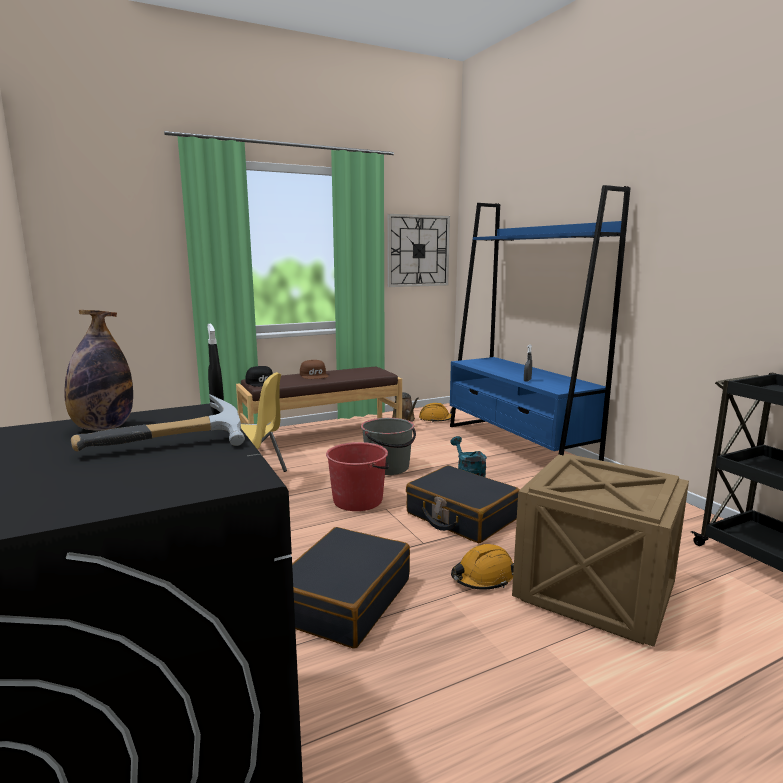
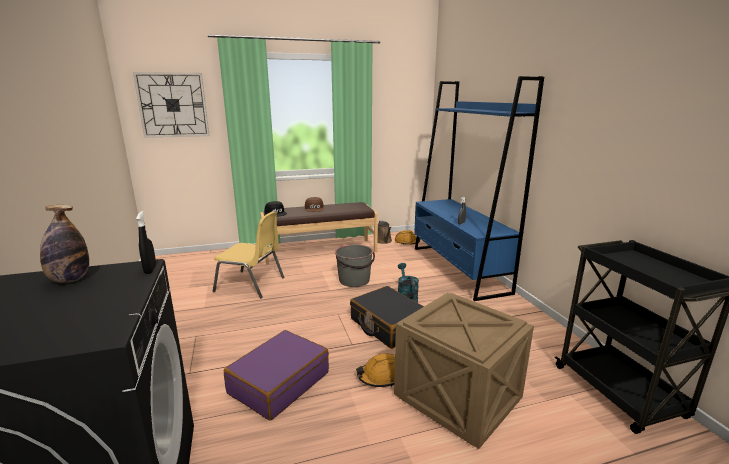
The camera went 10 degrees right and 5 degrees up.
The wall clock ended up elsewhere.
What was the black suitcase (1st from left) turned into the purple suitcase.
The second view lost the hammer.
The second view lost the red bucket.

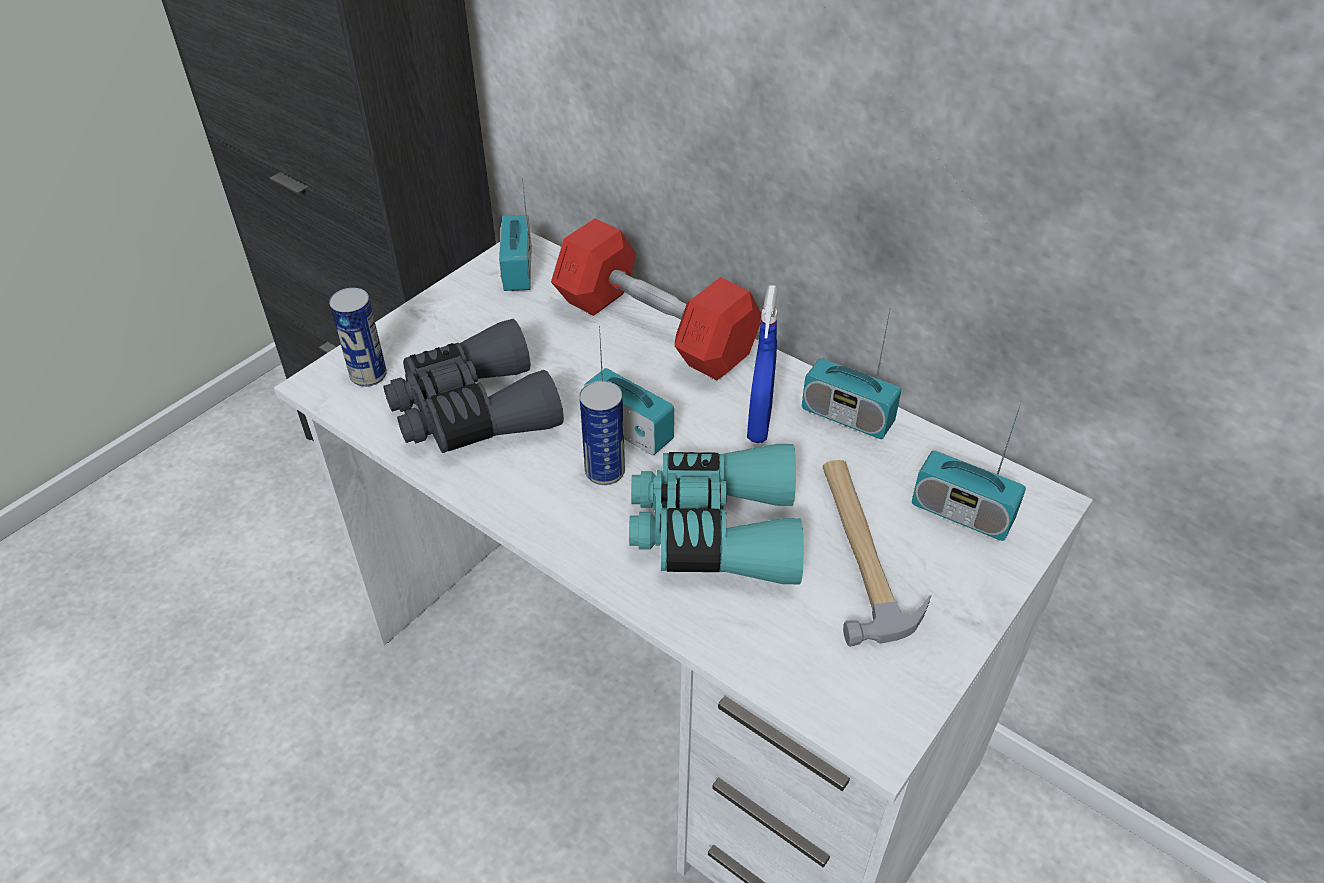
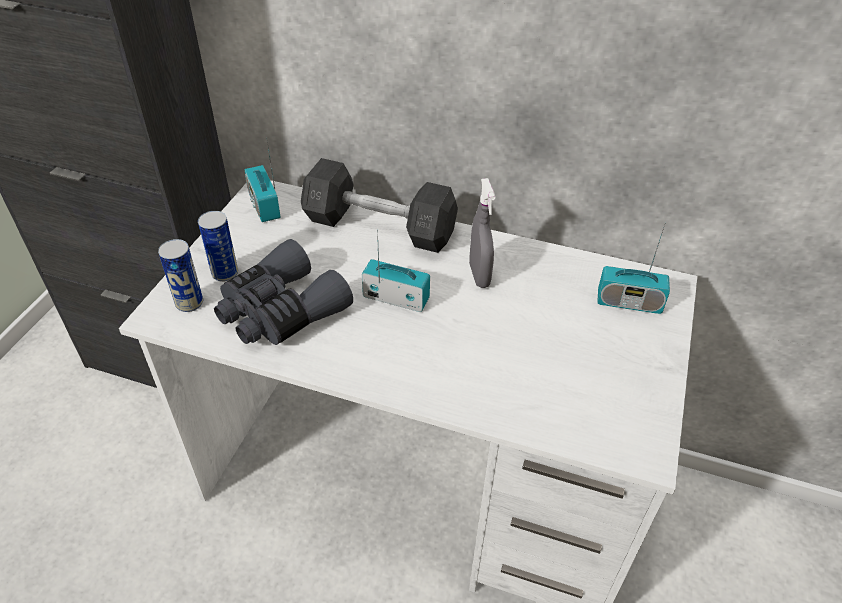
The camera went 20 degrees left and 0 degrees up.
The can (2nd from left) ended up elsewhere.
What was the red dumbbell turned into the grey dumbbell.
What was the blue spray bottle turned into the grey spray bottle.
The second view lost the turquoise binoculars.
The second view lost the radio (3rd from left).
The second view lost the hammer.

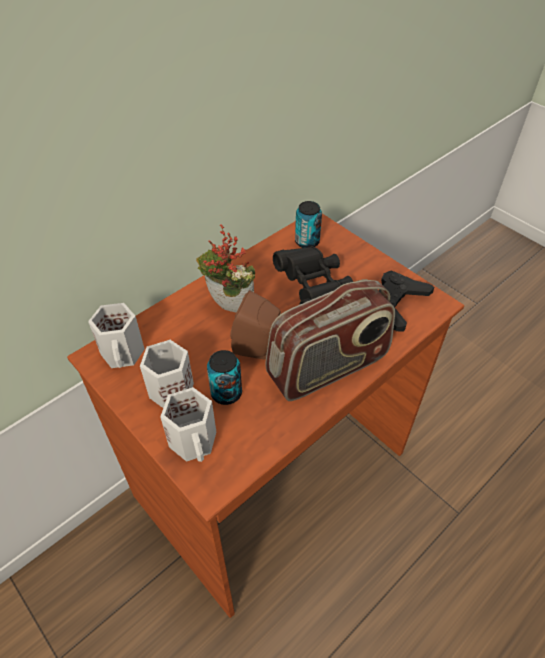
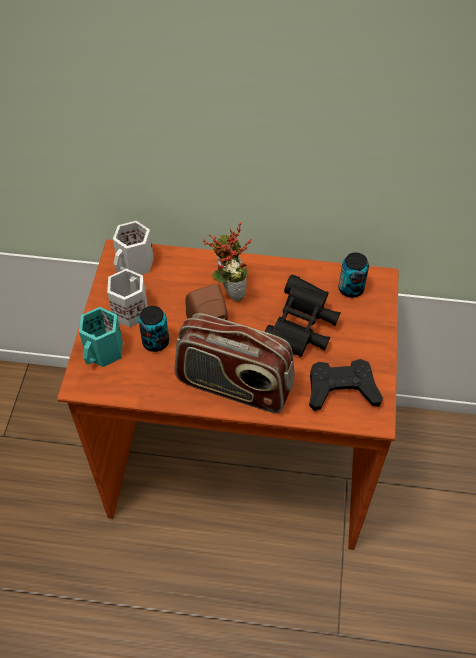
The camera went 50 degrees right and 5 degrees up.
What was the white mug (3rd from left) turned into the turquoise mug.

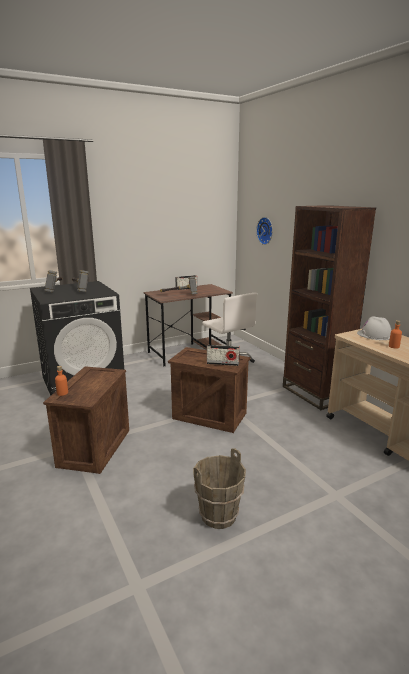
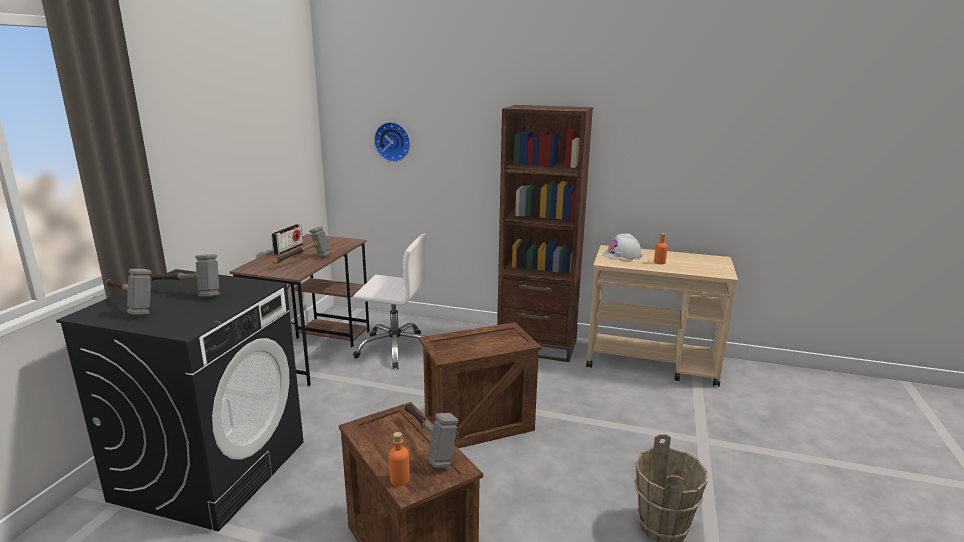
The camera went 45 degrees left and 0 degrees up.
The second view gained the hammer (4th from left).
The second view lost the radio (2nd from left).

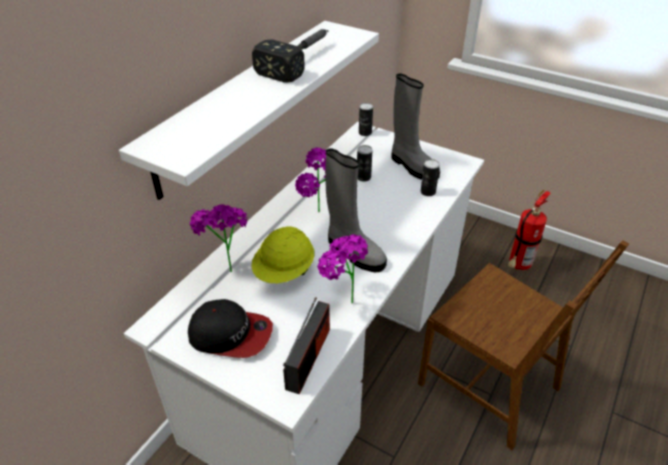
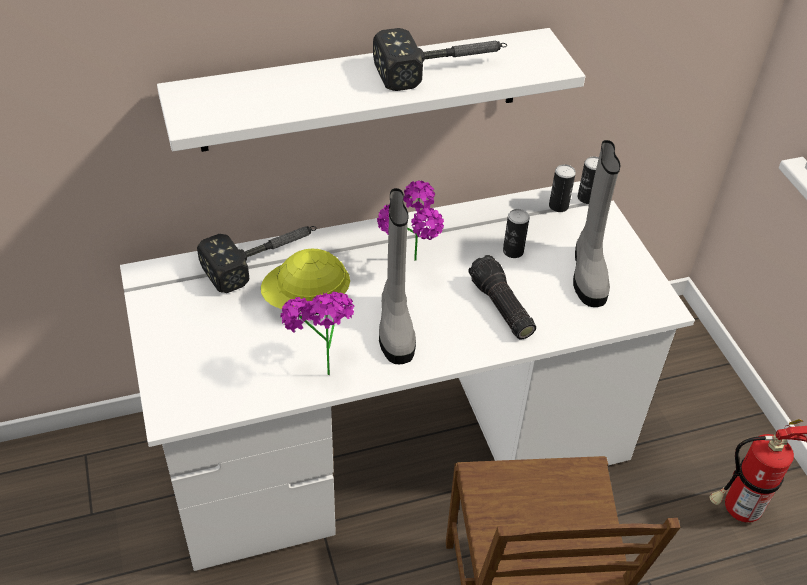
The camera went 40 degrees right and 5 degrees up.
Where the potted plant (1st from left) stood, the hammer (1st from left) came to stand.
The second view gained the flashlight.
The can (3rd from left in the first image) ended up elsewhere.
The second view lost the cap.
The second view lost the radio.

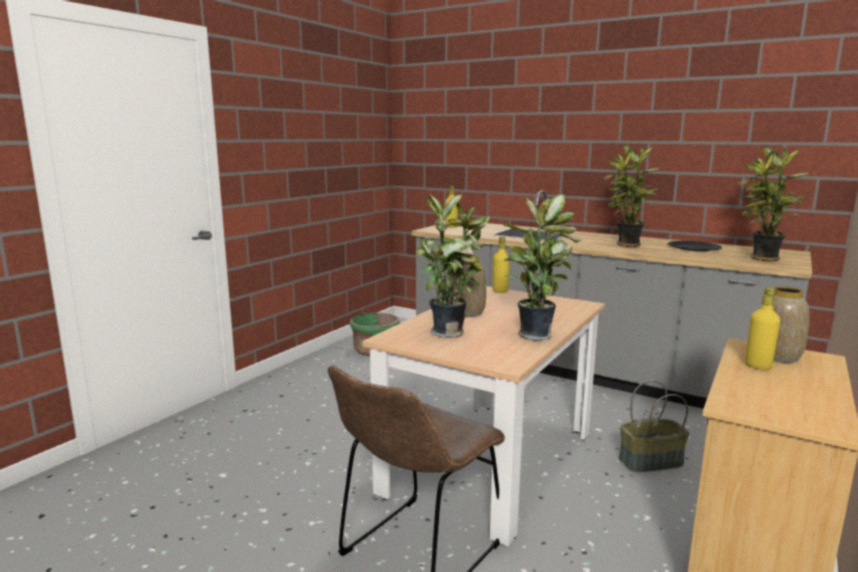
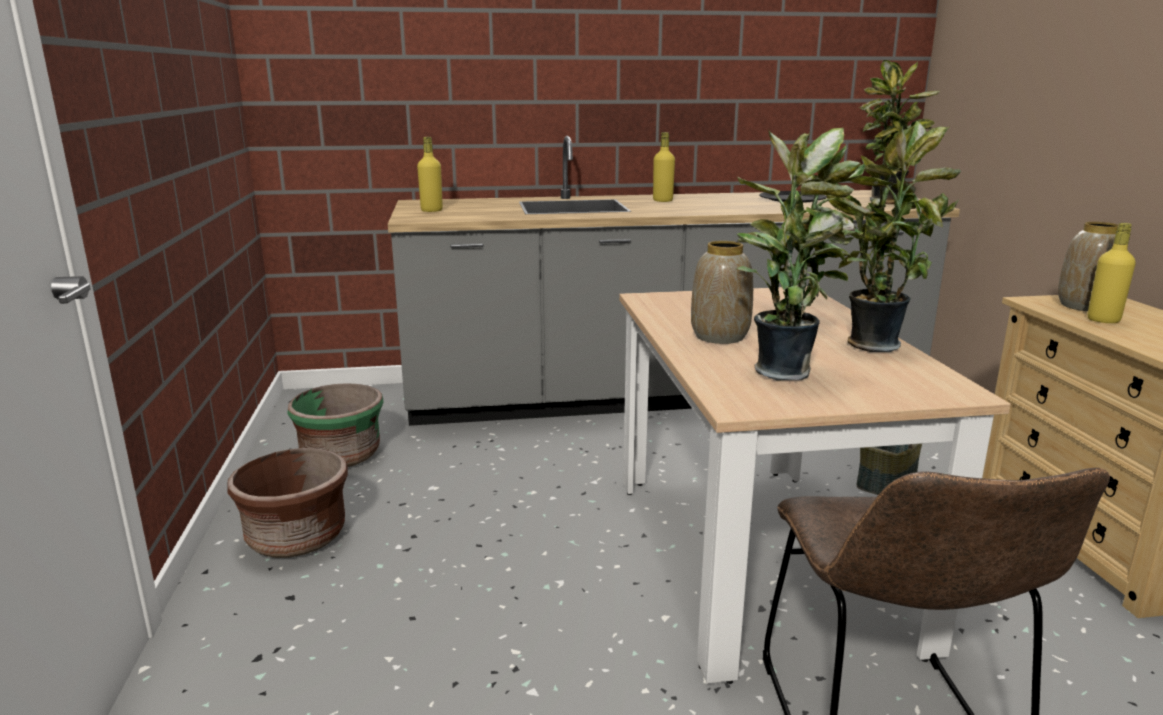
The camera went 40 degrees left and 5 degrees up.
The second view gained the brown planter.
The yellow bottle (2nd from left) ended up elsewhere.
The second view lost the potted plant (3rd from left).

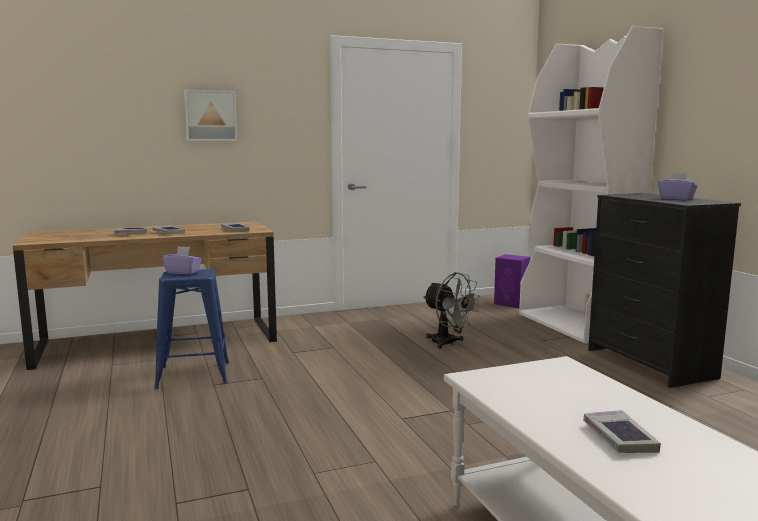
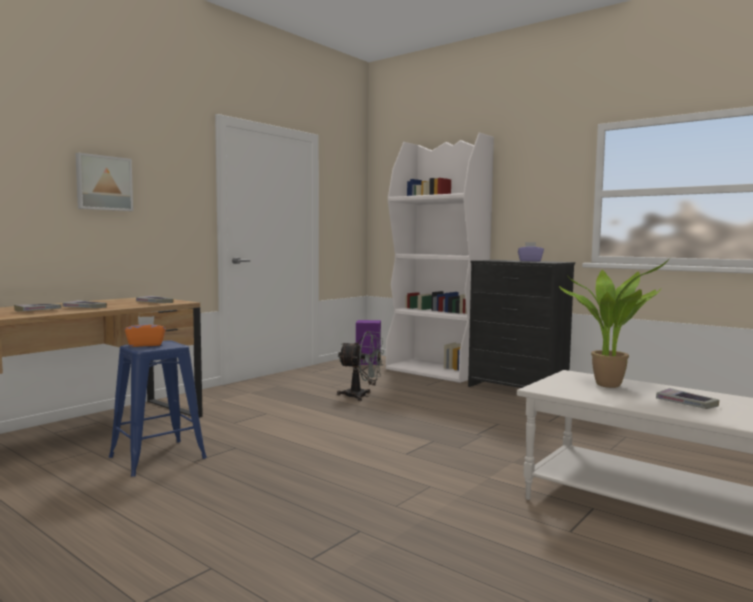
The camera went 30 degrees left and 5 degrees down.
What was the purple tissue box (1st from left) turned into the orange tissue box.
The second view gained the potted plant.

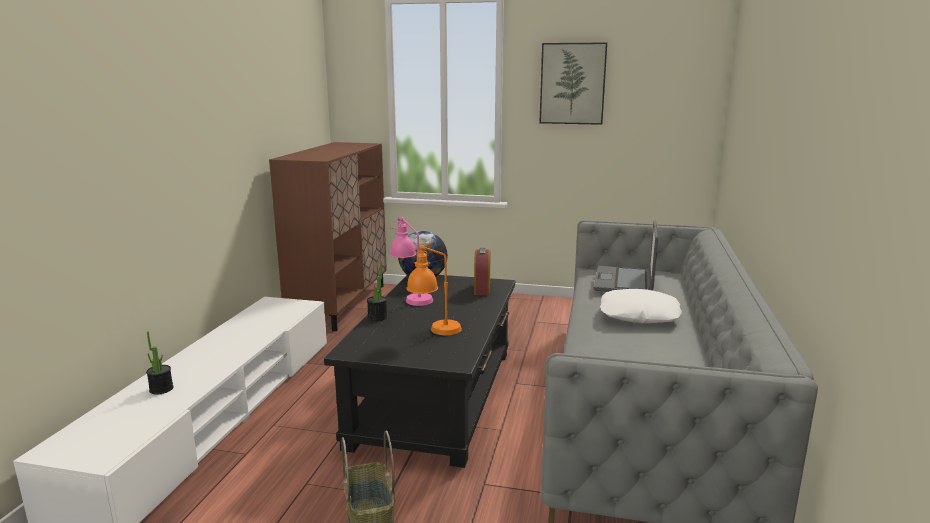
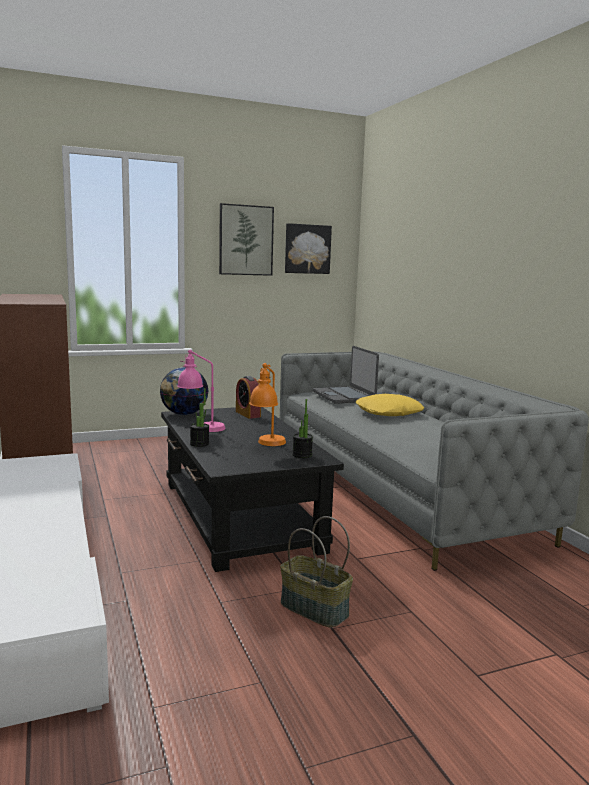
The camera went 35 degrees left and 5 degrees down.
The second view gained the picture (2nd from left).
The potted plant (1st from left in the first image) ended up elsewhere.
What was the white pillow turned into the yellow pillow.

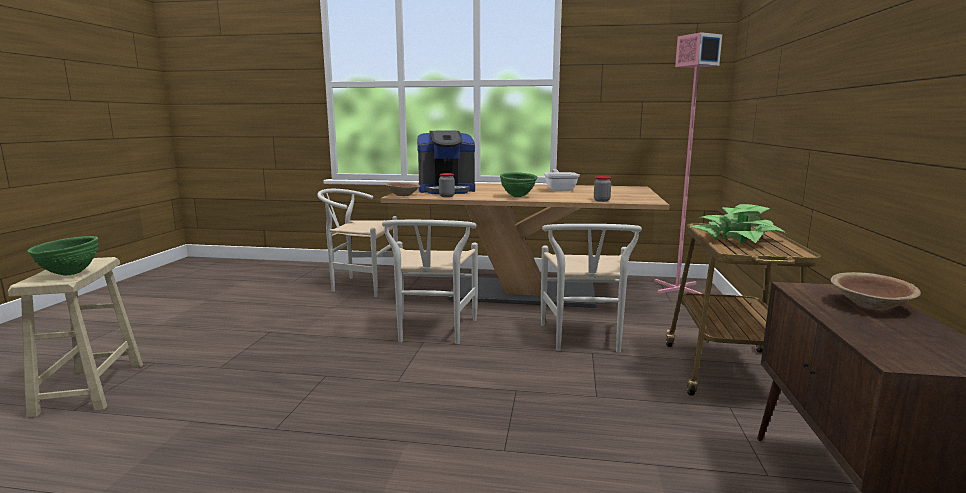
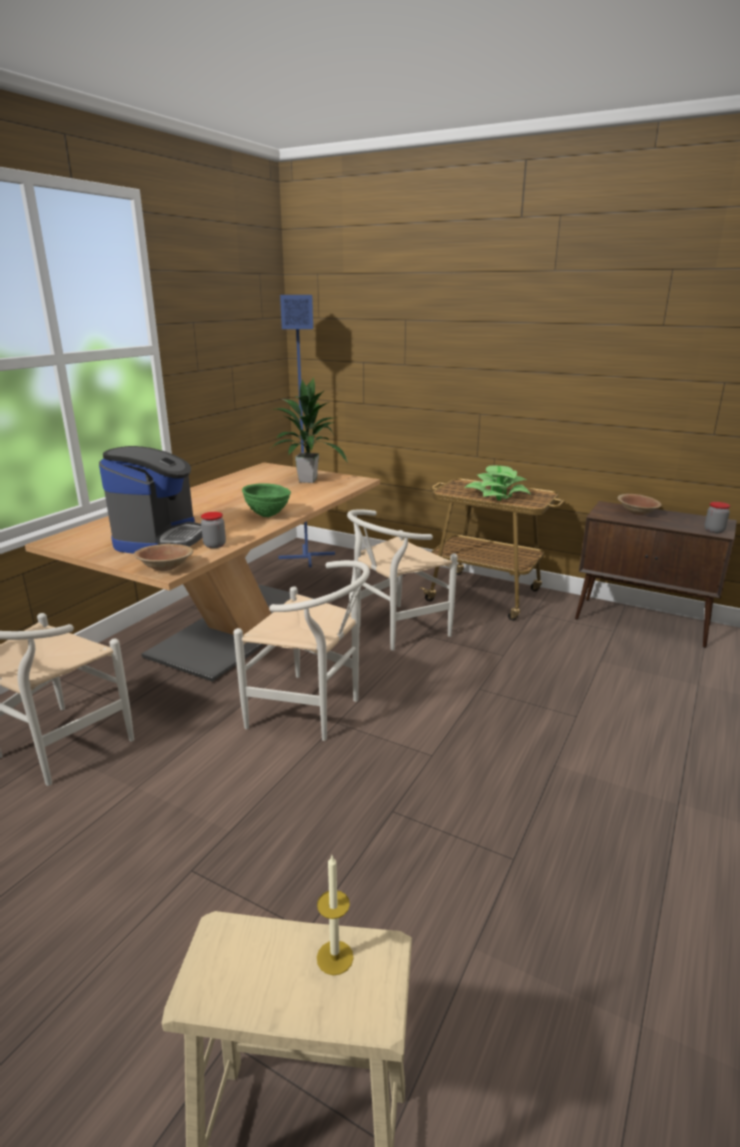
The camera went 70 degrees left and 10 degrees up.
The second view gained the potted plant (1st from left).
What was the pink floor lamp turned into the blue floor lamp.
Where the green bowl (1st from left) stood, the candle came to stand.
The white chair (3rd from left) ended up facing another way, 120 degrees clockwise from before.
The jar (2nd from left) ended up elsewhere.
The second view lost the frying pan.

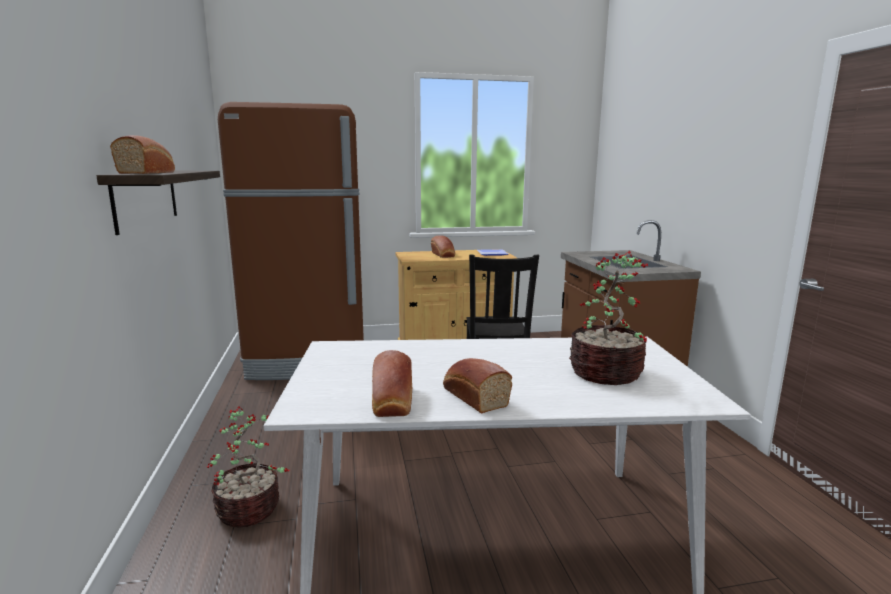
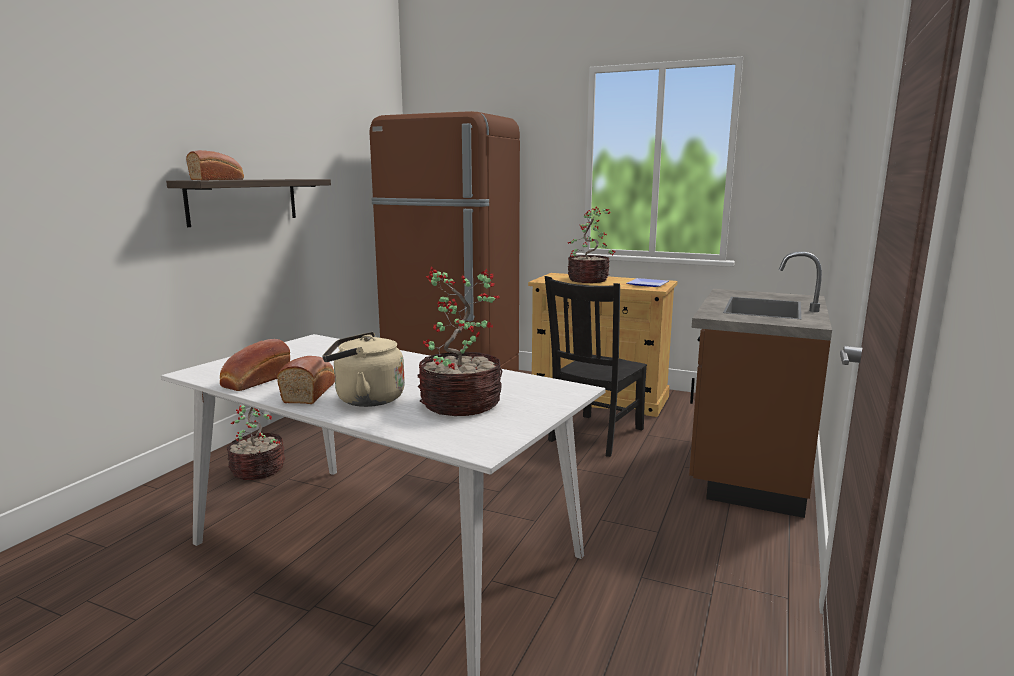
The camera went 35 degrees right and 0 degrees up.
The second view gained the beige kettle.
Where the bread (3rd from left) stood, the potted plant (3rd from left) came to stand.

